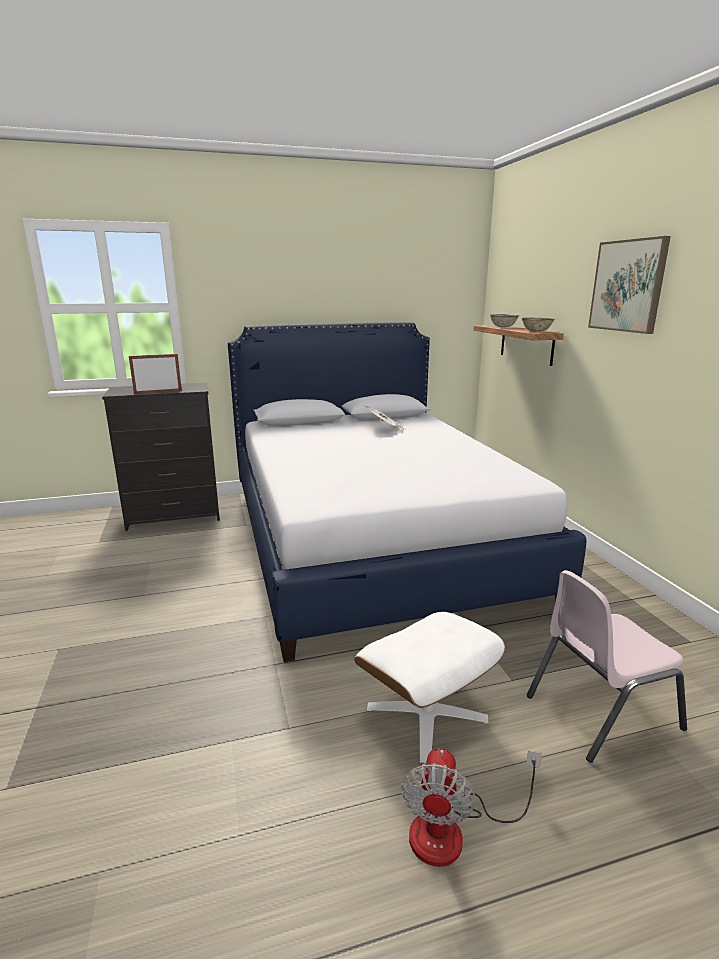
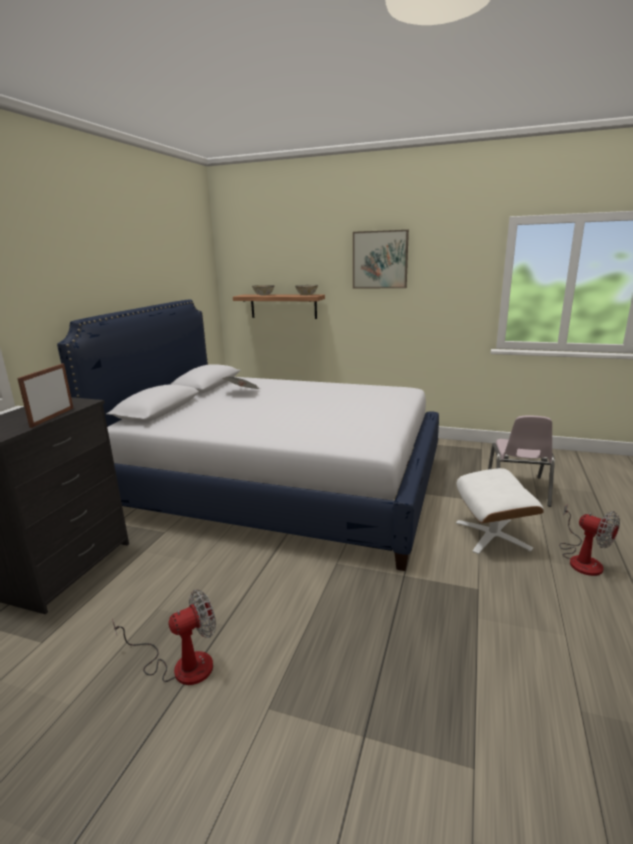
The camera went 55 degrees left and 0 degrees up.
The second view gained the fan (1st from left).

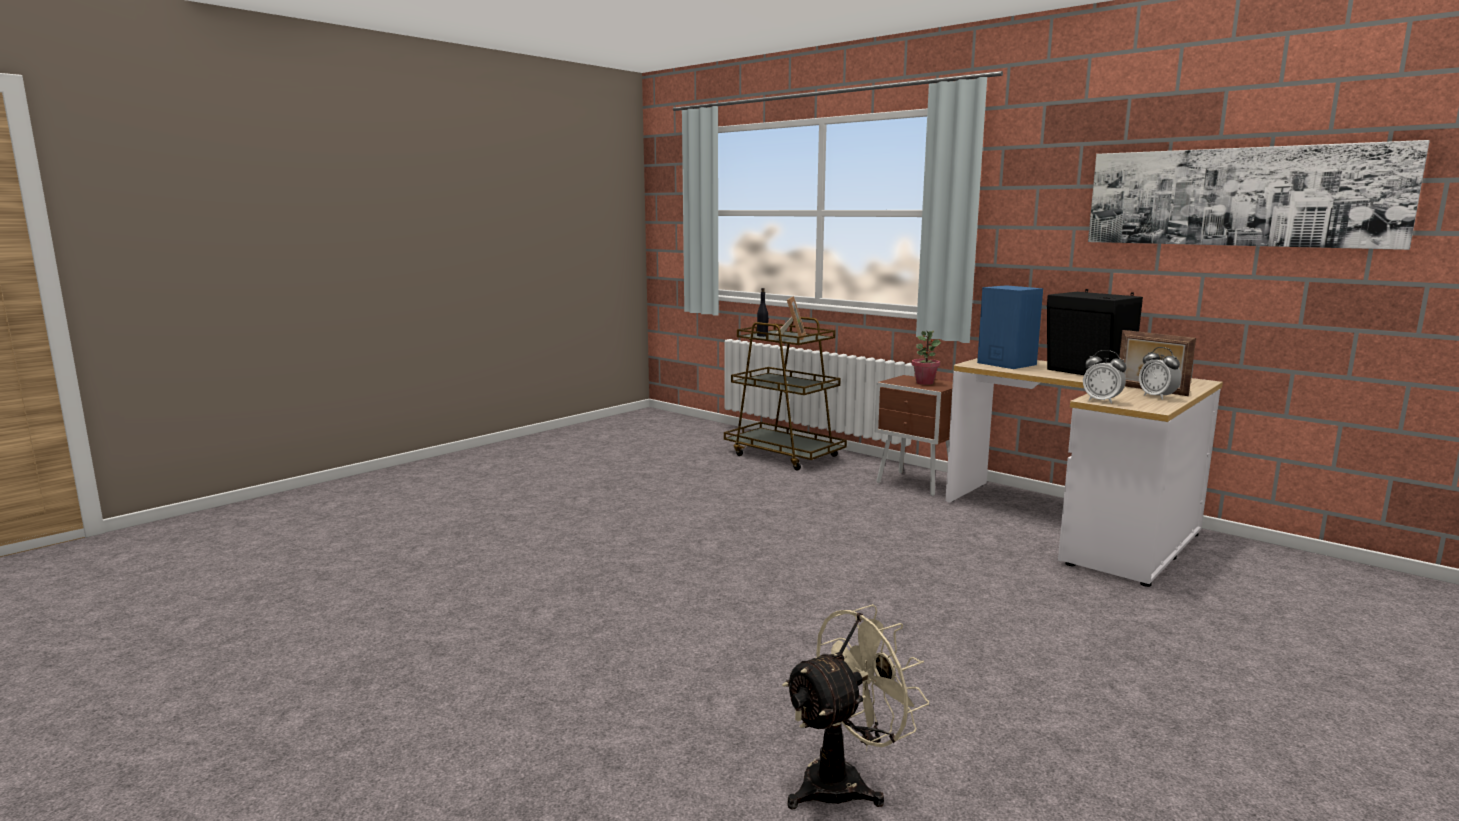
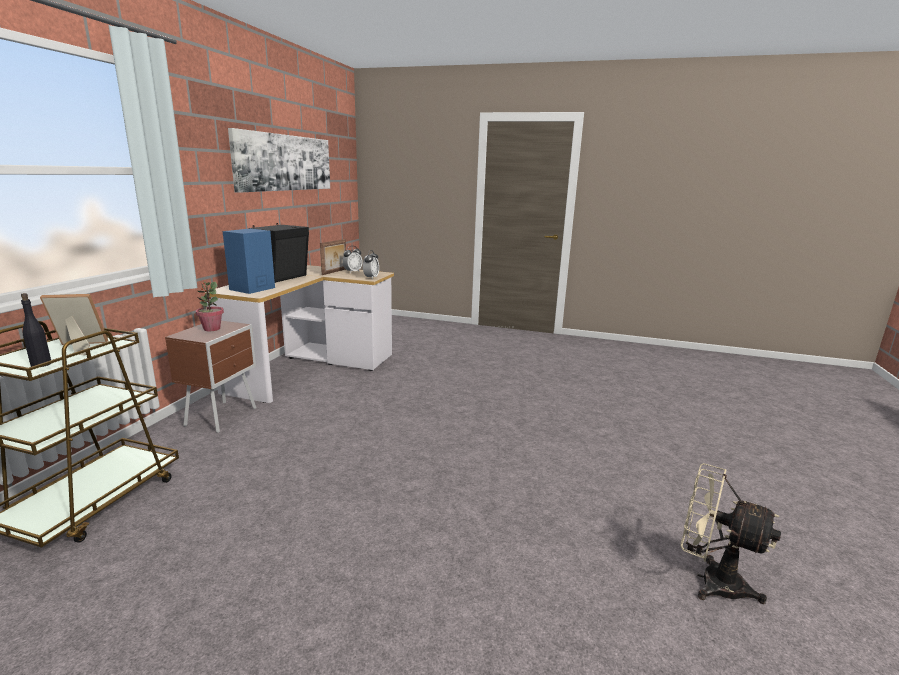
The camera went 115 degrees left and 5 degrees up.
The beige fan ended up elsewhere.

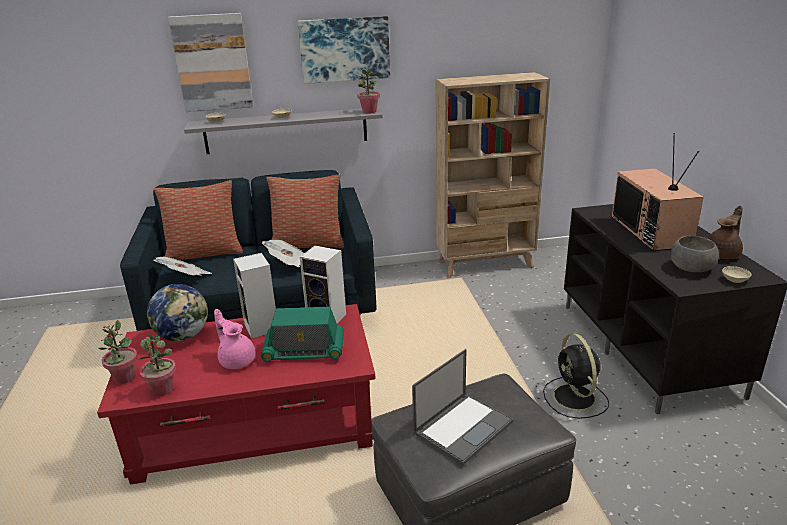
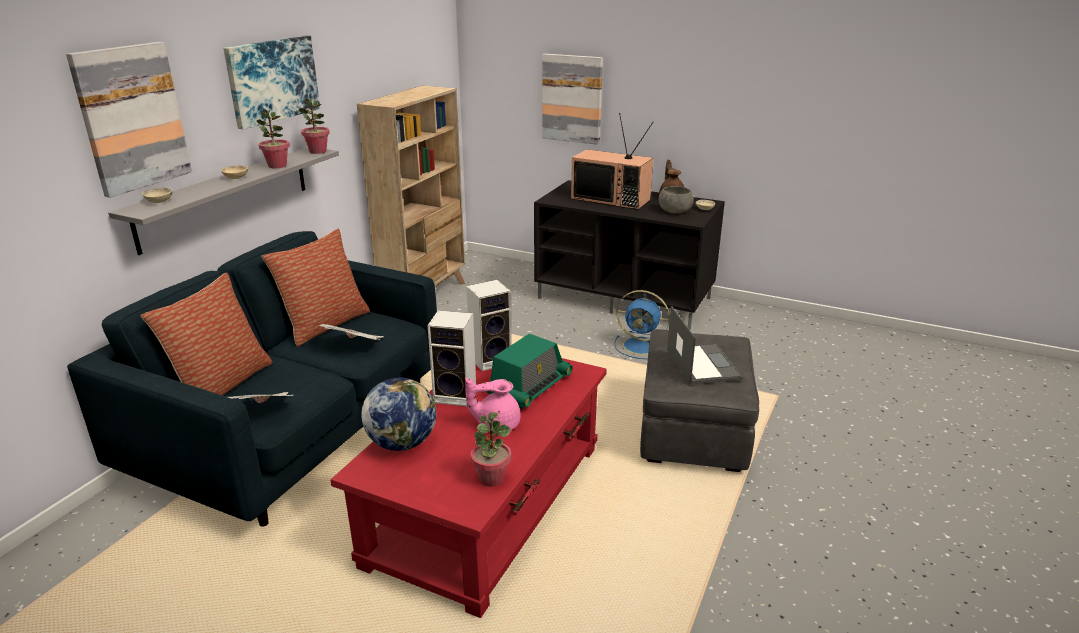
The camera went 55 degrees left and 0 degrees up.
The potted plant (1st from left) ended up elsewhere.
The second view gained the picture (3rd from left).
What was the black fan turned into the blue fan.

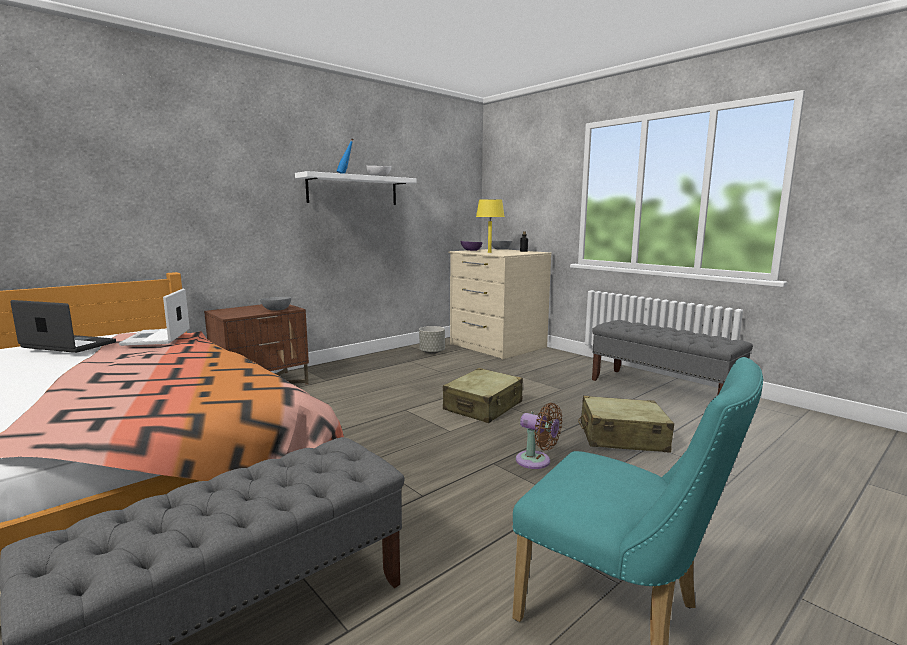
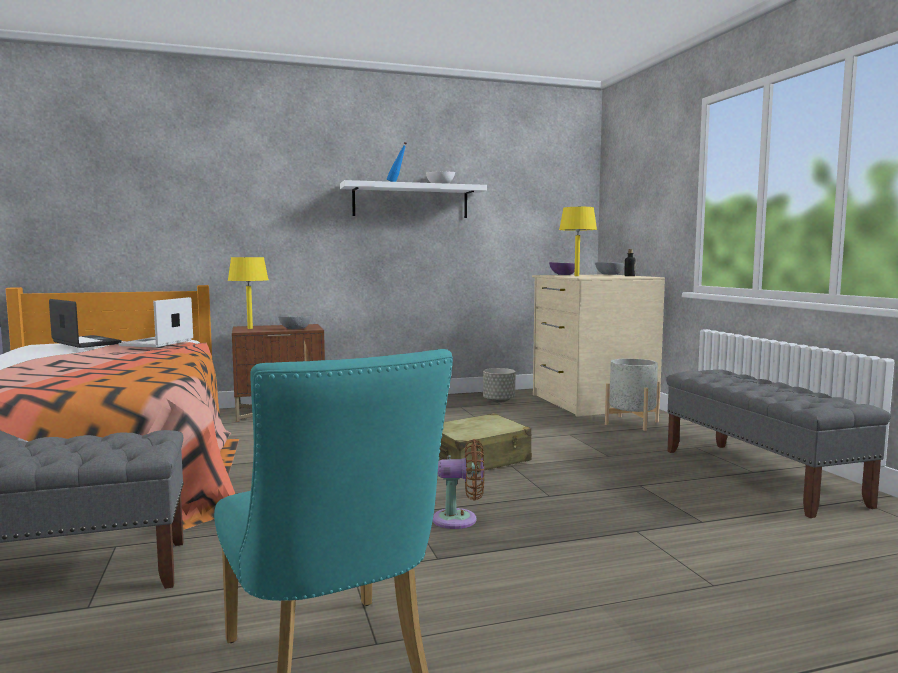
The camera went 25 degrees right and 5 degrees down.
The second view gained the yellow table lamp (1st from left).
The brown fan ended up facing another way, 60 degrees counterclockwise from before.
The second view gained the grey planter (2nd from left).
The second view lost the beige suitcase (2nd from left).

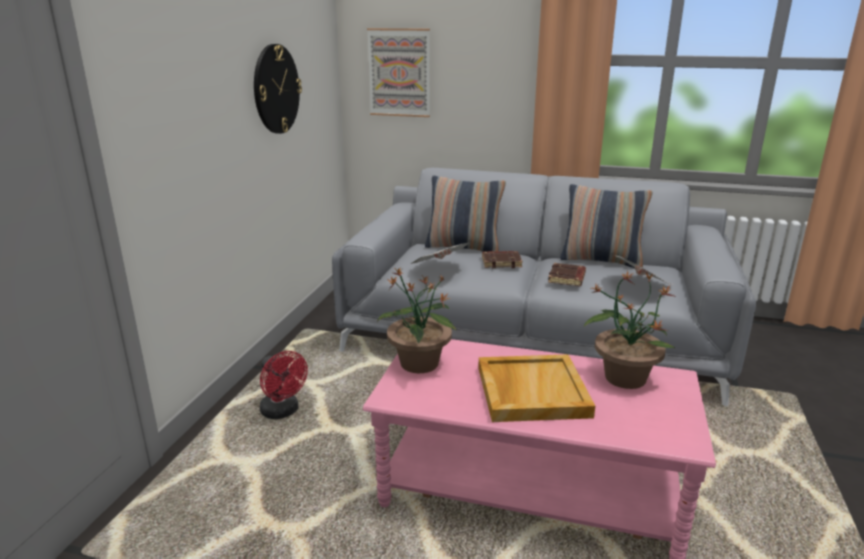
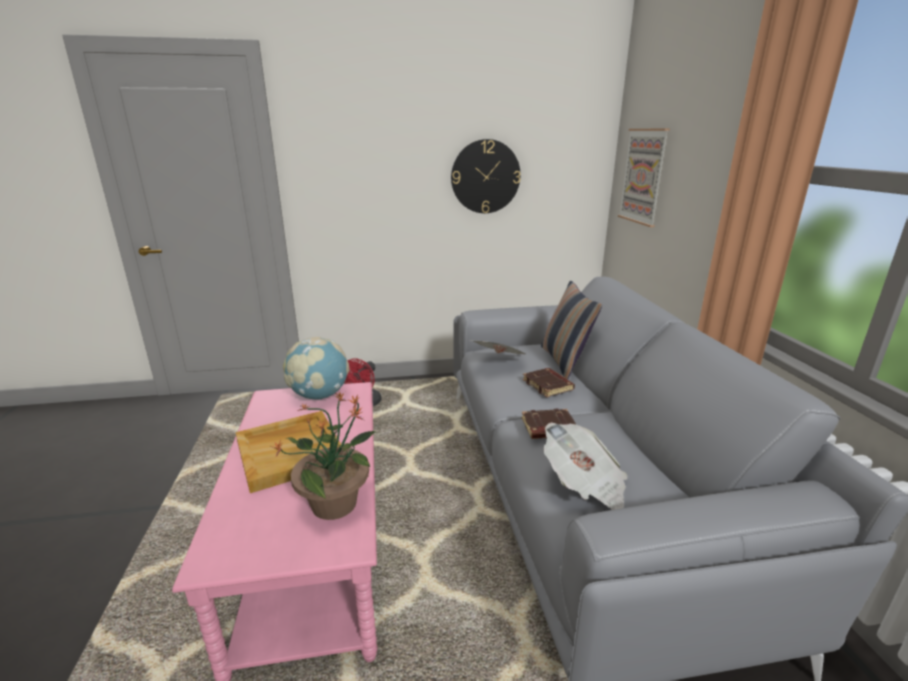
The camera went 65 degrees right and 0 degrees up.
Where the potted plant (1st from left) stood, the globe came to stand.
The second view lost the pillow (2nd from left).

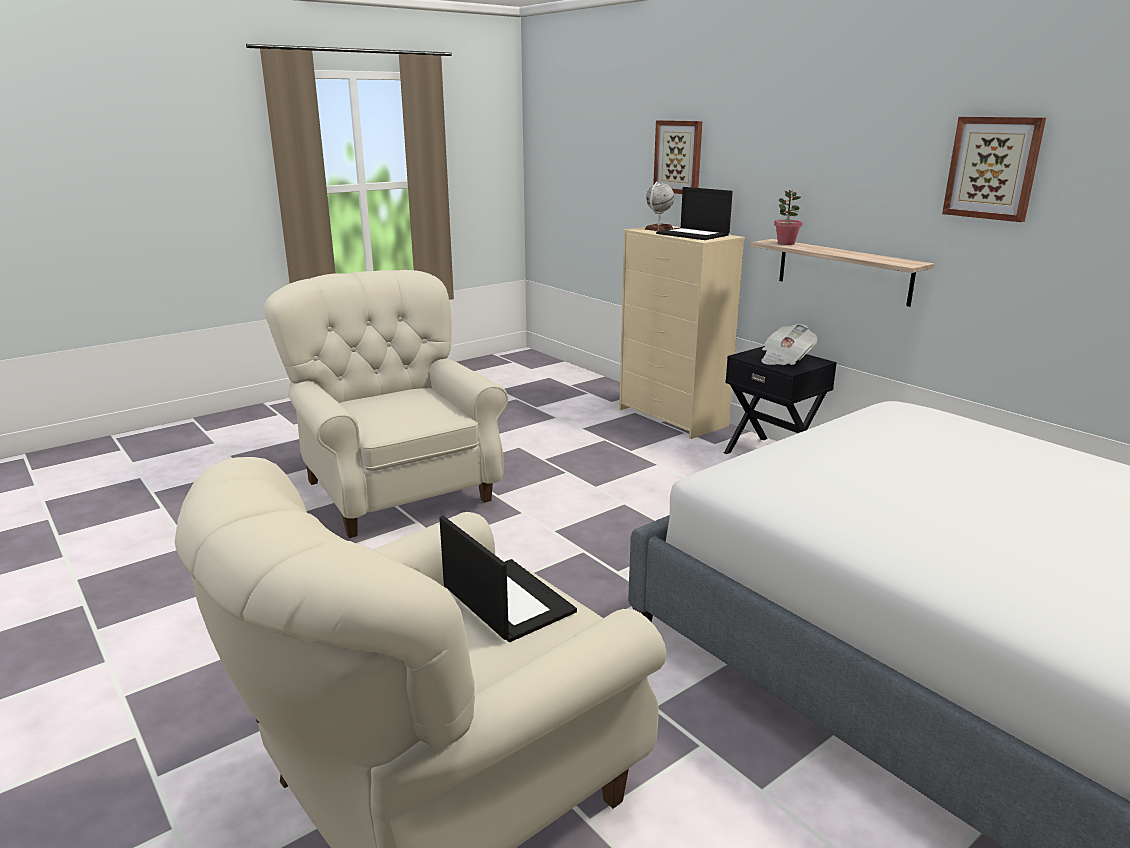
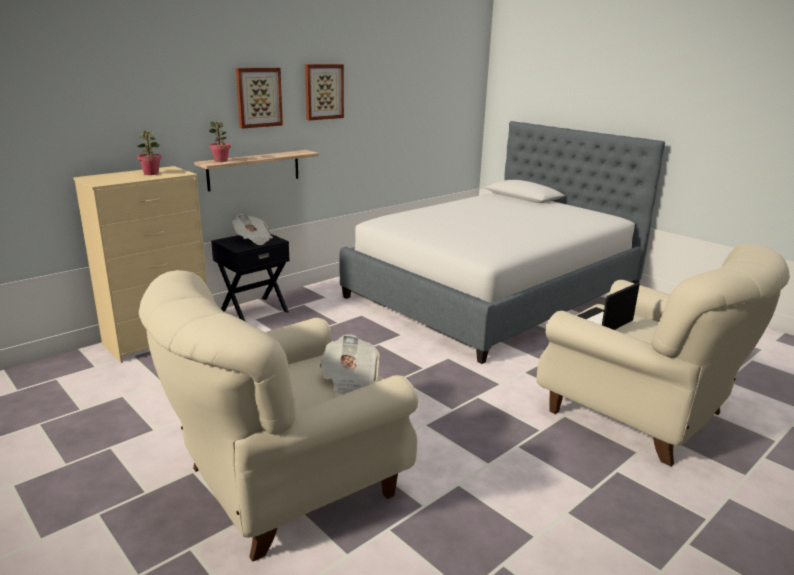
The camera went 95 degrees left and 0 degrees up.
Where the laptop (2nd from left) stood, the potted plant (1st from left) came to stand.
The picture (1st from left) ended up elsewhere.
The second view gained the newspaper (2nd from left).
The second view lost the globe.

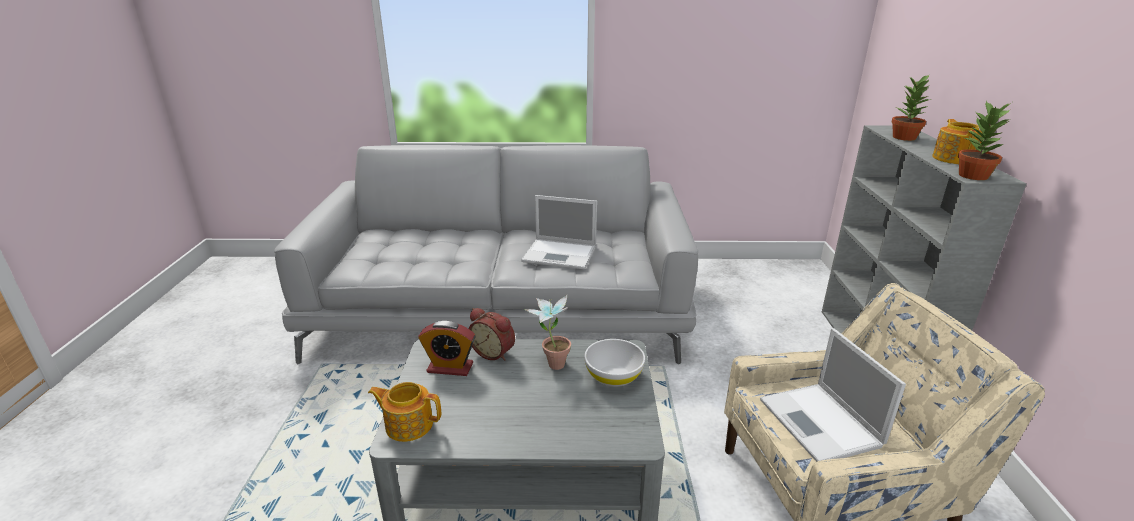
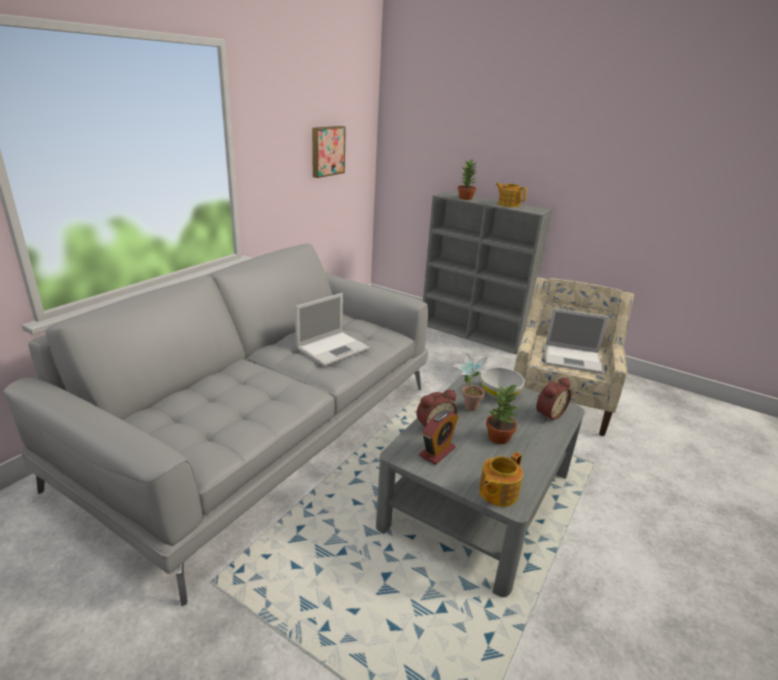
The camera went 60 degrees left and 0 degrees up.
The second view gained the picture.
The potted plant (3rd from left) ended up elsewhere.
The second view gained the alarm clock (3rd from left).

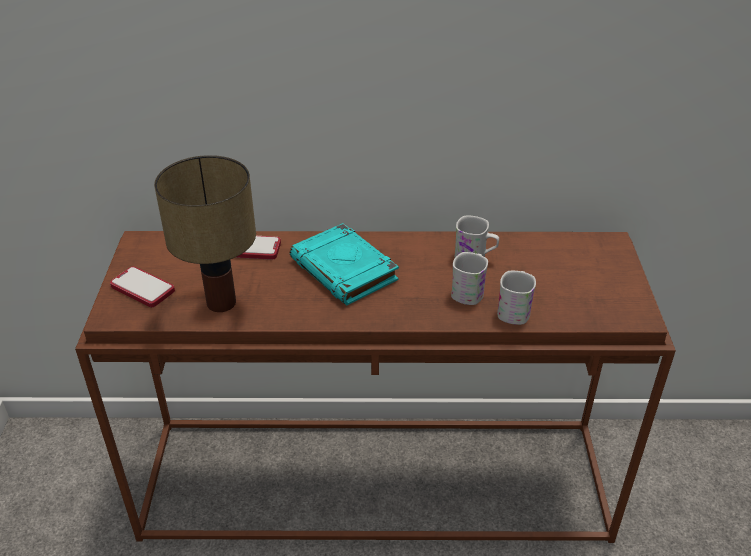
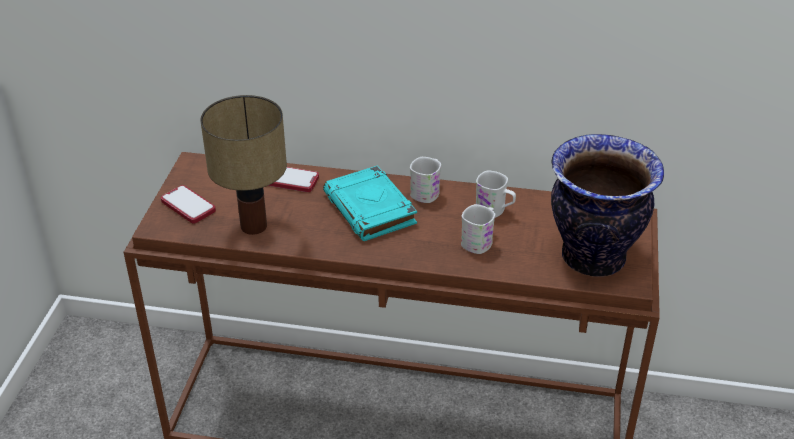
The camera went 10 degrees right and 0 degrees up.
The white mug (3rd from left in the first image) ended up elsewhere.
The second view gained the vase.

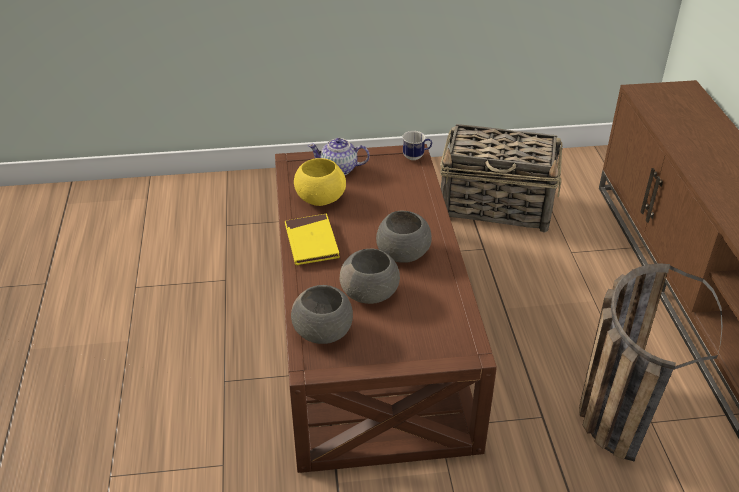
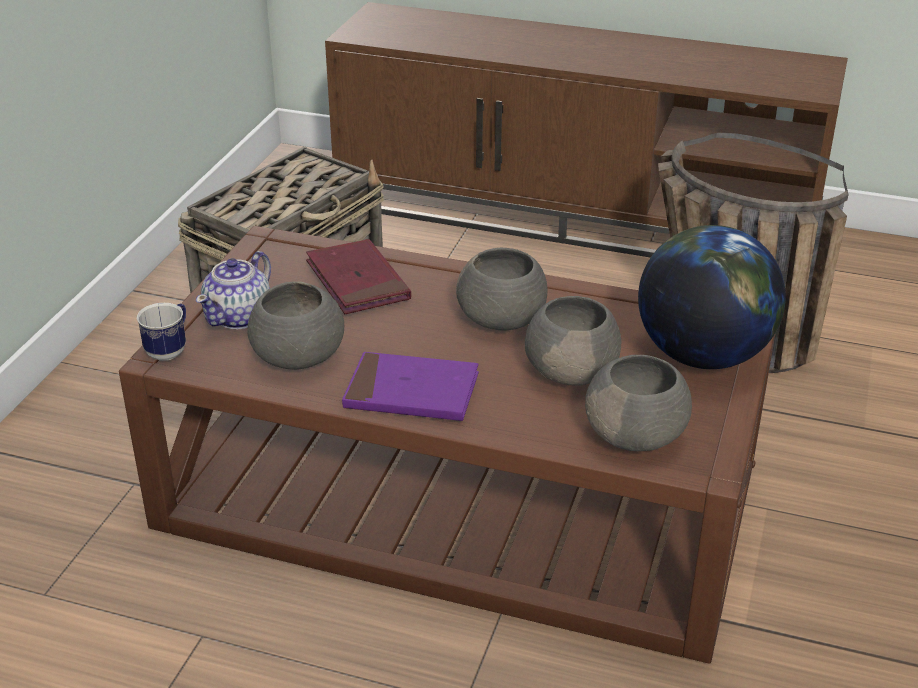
The camera went 65 degrees left and 5 degrees down.
The mug ended up elsewhere.
What was the yellow bowl turned into the grey bowl (1st from left).
The second view gained the red book.
What was the yellow book turned into the purple book.
The second view gained the globe.

